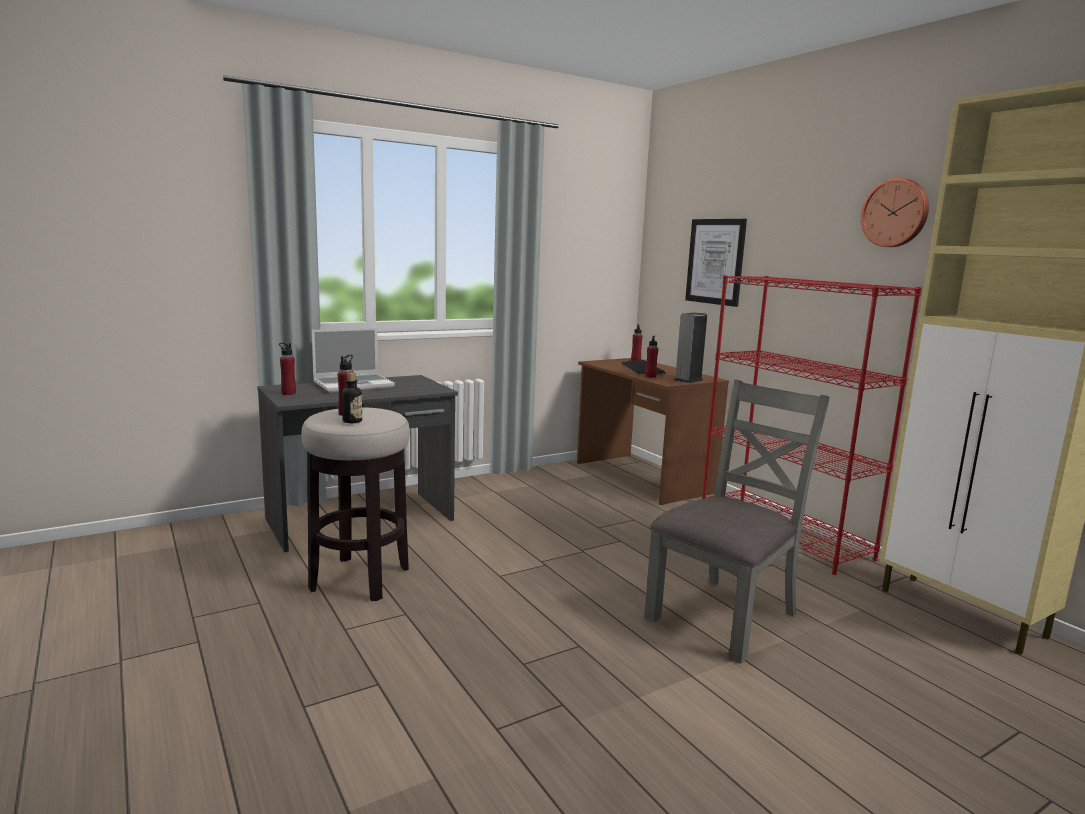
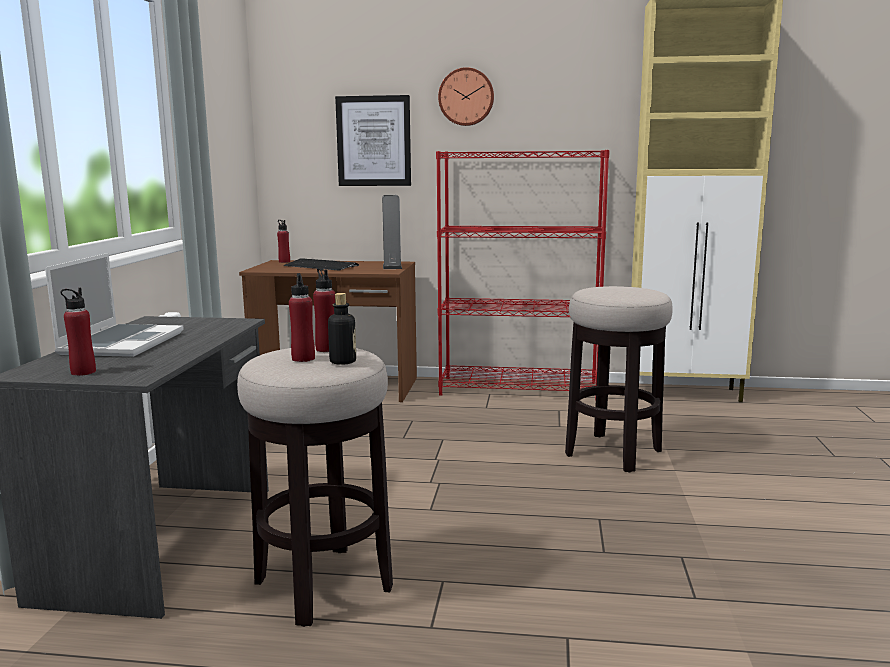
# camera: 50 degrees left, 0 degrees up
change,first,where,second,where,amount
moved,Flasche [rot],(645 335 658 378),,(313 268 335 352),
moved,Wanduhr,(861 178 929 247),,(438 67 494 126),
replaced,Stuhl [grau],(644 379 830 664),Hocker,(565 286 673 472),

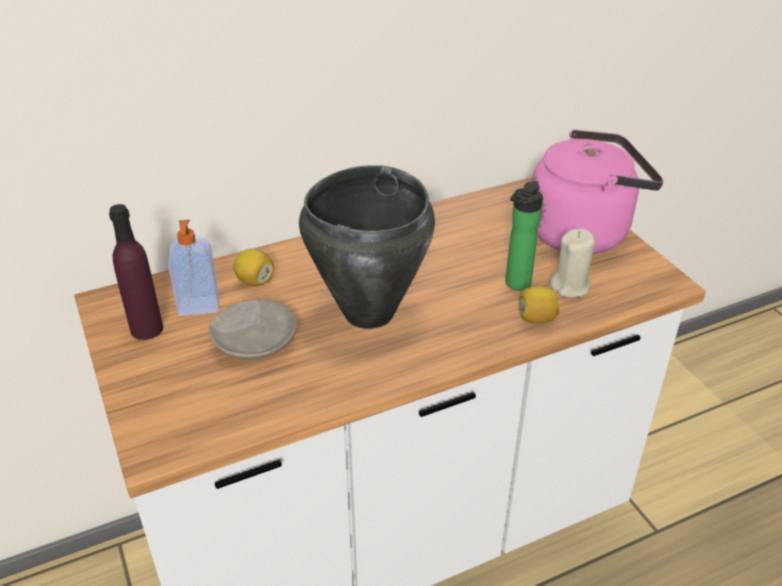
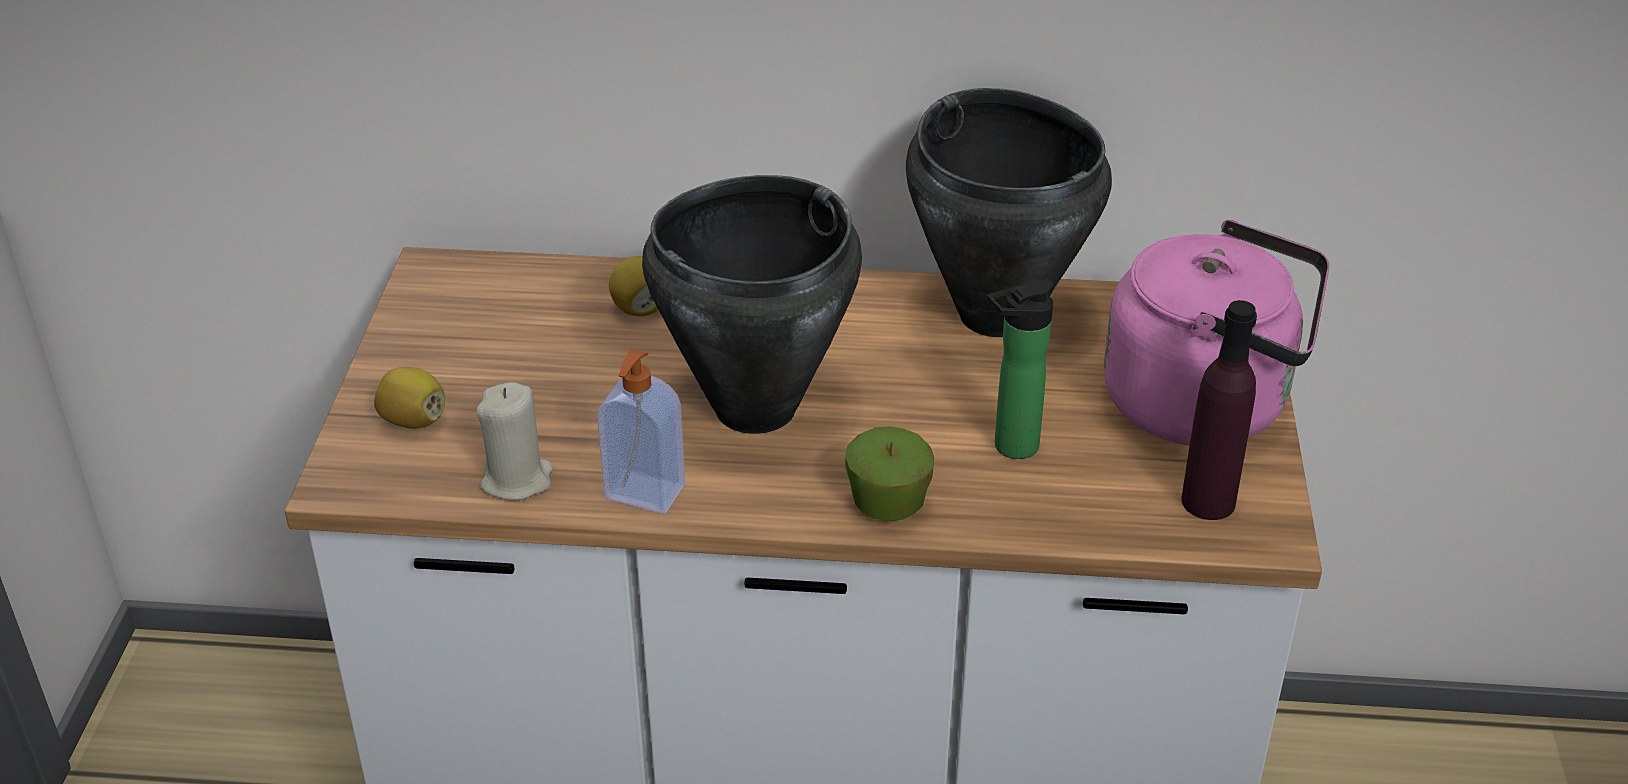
# camera: 30 degrees right, 0 degrees up
change,first,where,second,where,amount
removed,Teller [beige],(209 299 297 359),,,
added,,,Apfel,(845 426 934 521),
added,,,Kochtopf [schwarz],(906 88 1112 337),
moved,Flasche [lila],(109 204 163 340),,(1181 300 1257 520),
moved,Seifenspender,(168 220 219 316),,(597 349 685 514),
moved,Zitrone,(519 286 559 324),,(374 367 445 429),
moved,Kerze [beige],(549 229 595 297),,(476 382 553 500),

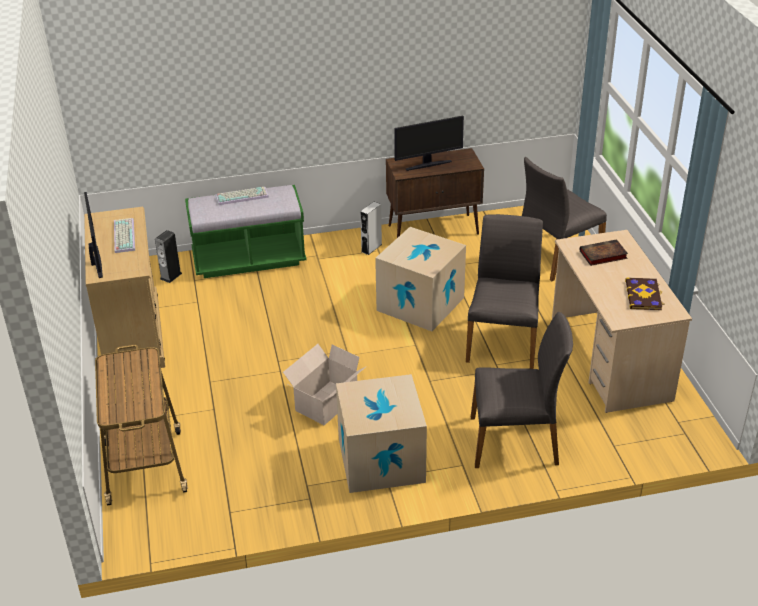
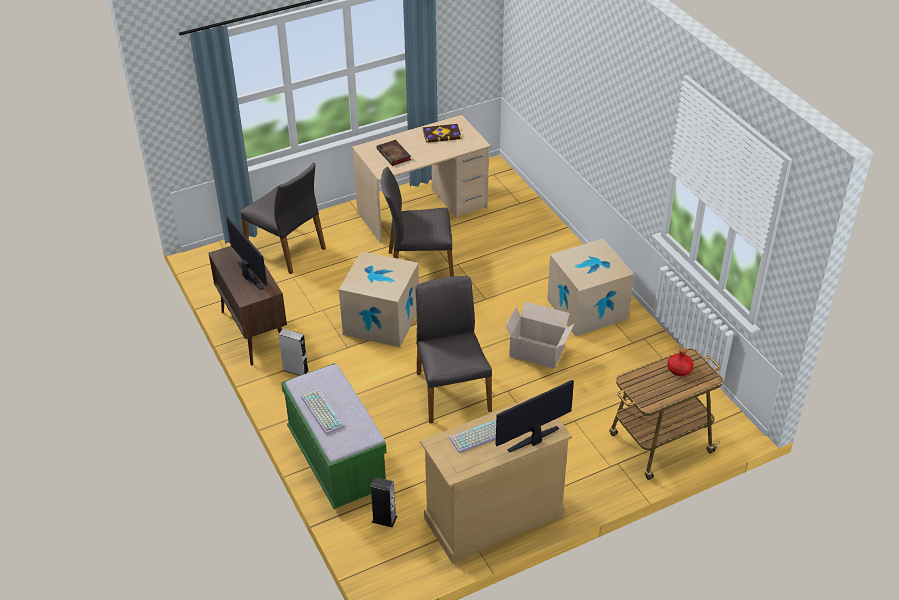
# camera: 105 degrees left, 5 degrees up
change,first,where,second,where,amount
added,,,Flasche [rot],(667 347 694 376),
moved,Stuhl [grau],(471 312 573 468),,(415 276 492 423),

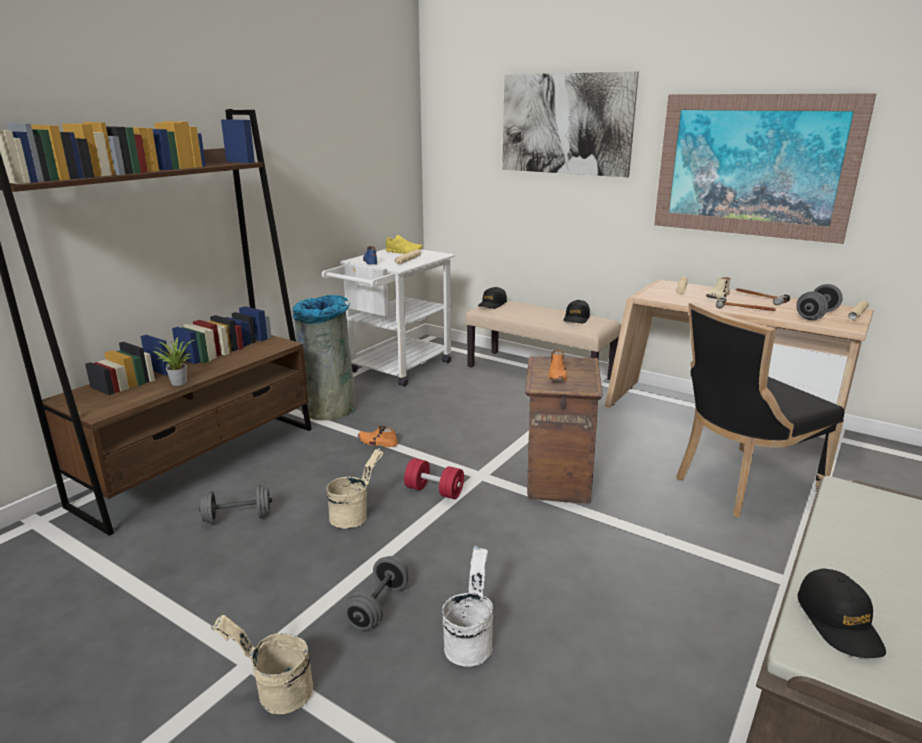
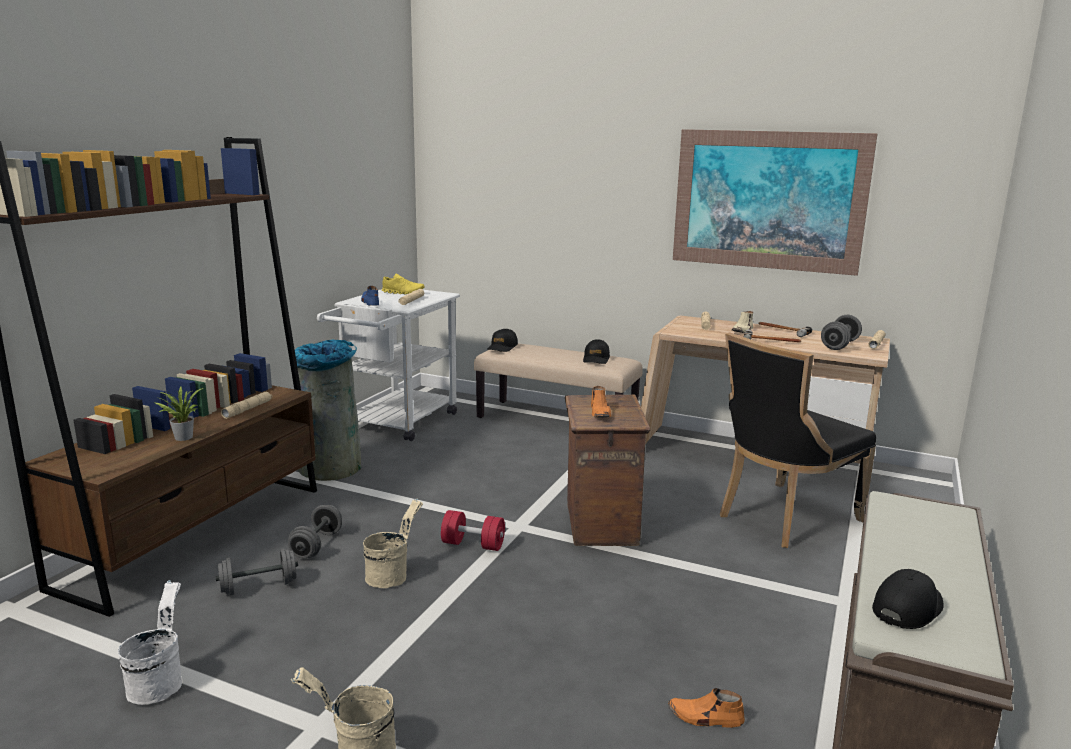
# camera: 10 degrees left, 5 degrees down
change,first,where,second,where,amount
removed,Bild,(502 71 639 177),,,
added,,,Taschenlampe [beige],(221 392 272 419),
moved,Hantel [grau],(345 556 408 630),,(288 505 342 558),
moved,Schuh [orange],(358 426 398 447),,(668 688 745 728),
moved,Eimer [weiß],(442 546 493 667),,(118 580 182 705),
turned,Kappe [schwarz],(798 568 886 658),,(872 569 944 629),120 degrees counterclockwise

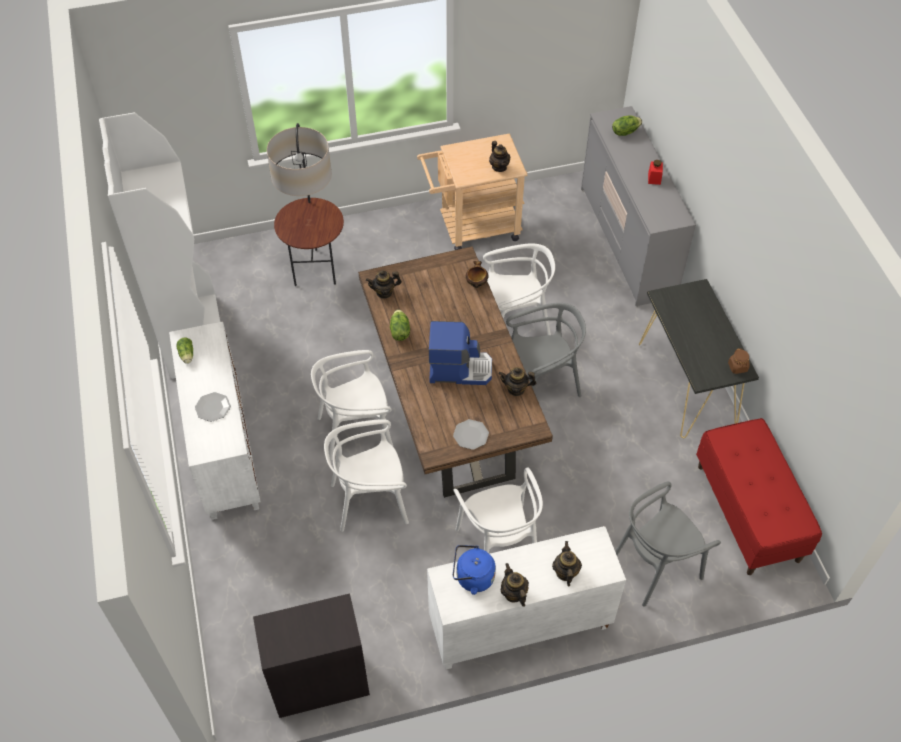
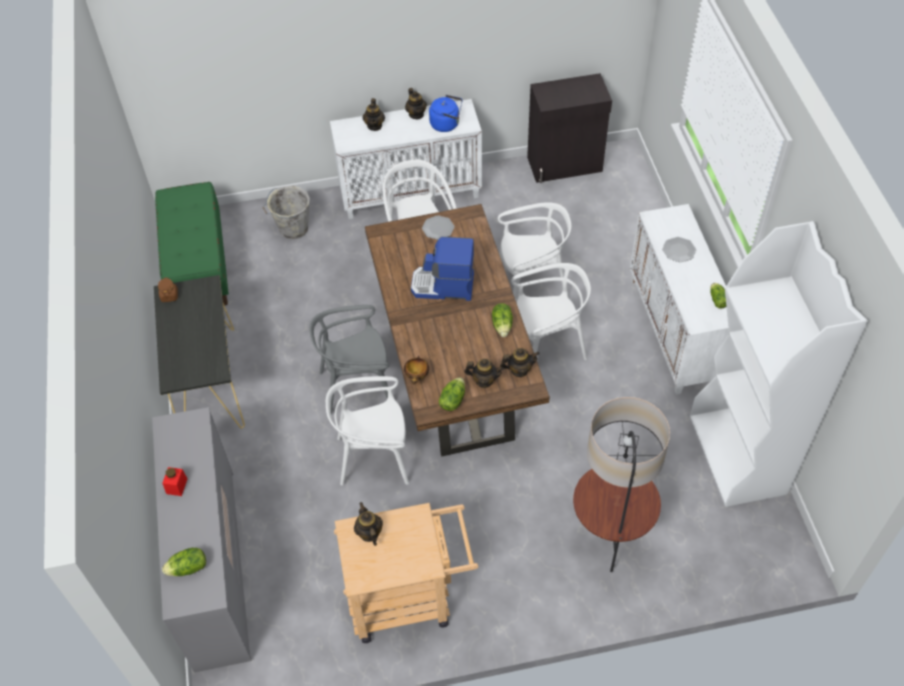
# camera: 175 degrees left, 0 degrees up
change,first,where,second,where,amount
added,,,Salatkopf,(439 377 465 411),
moved,Teekanne,(499 367 536 396),,(464 359 504 388),
replaced,Stuhl [grau],(615 482 721 607),Eimer [grau],(263 186 310 239),
recoloured,Bank [rot],(696 418 822 575),Bank [grün],(155 182 229 305),

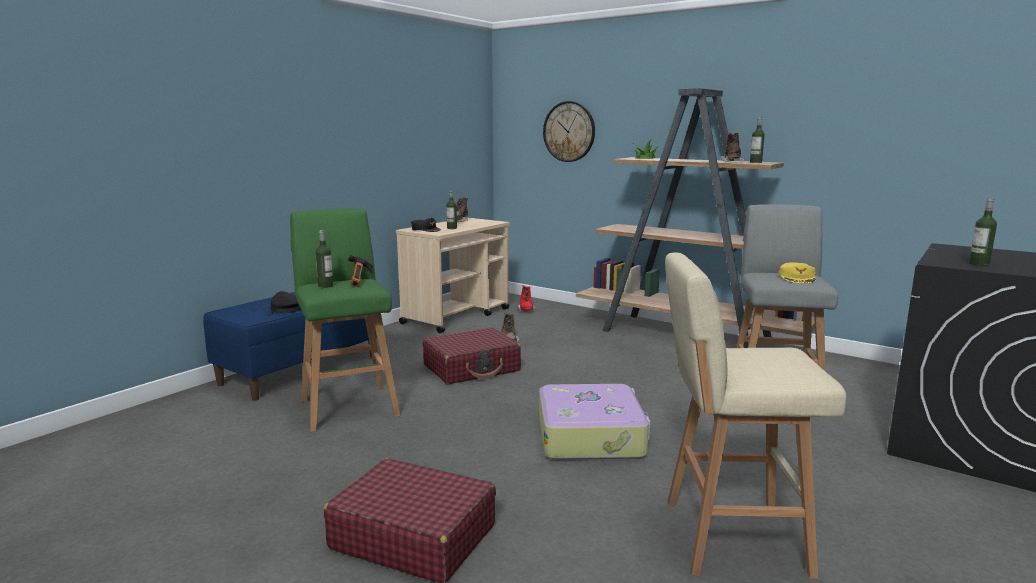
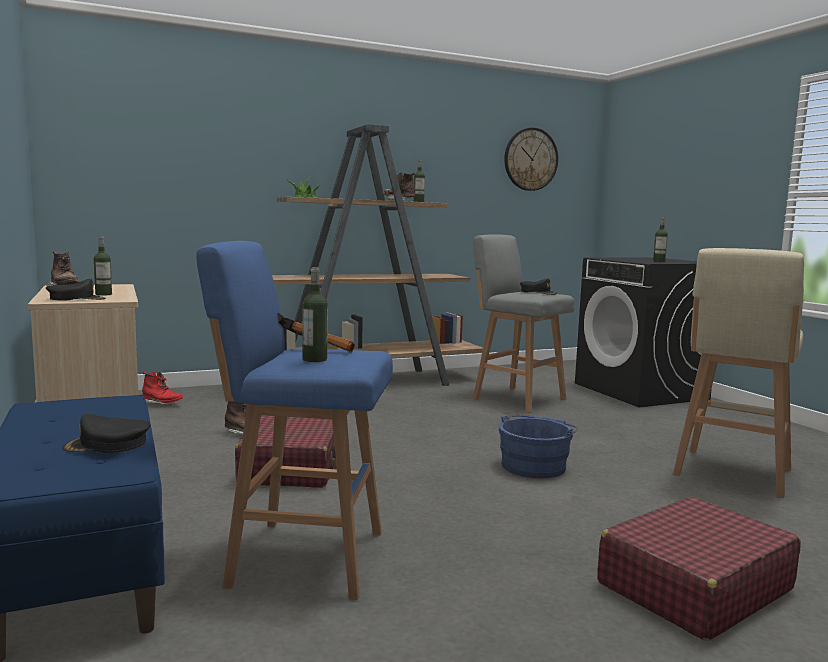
# camera: 60 degrees left, 5 degrees down
change,first,where,second,where,amount
moved,Wanduhr,(543 101 595 162),,(504 128 558 191),
replaced,Koffer,(539 384 651 460),Eimer [blau],(499 414 578 478),
recoloured,Hocker [grün],(290 208 401 432),Hocker [blau],(196 241 393 600),
recoloured,Kappe [gelb],(778 262 816 284),Kappe [schwarz],(520 278 557 295),

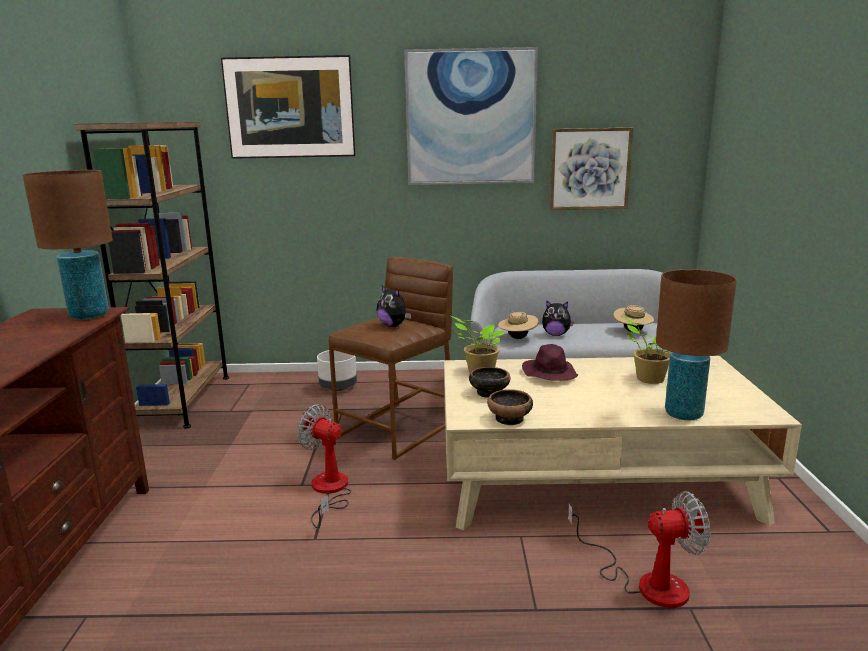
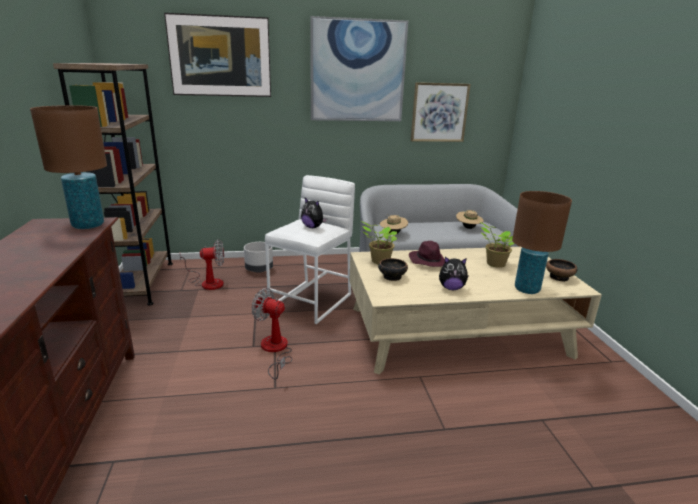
# camera: 10 degrees left, 5 degrees up
change,first,where,second,where,amount
moved,Schüssel,(487 389 533 425),,(546 259 578 282),
moved,Plüschtier,(542 300 574 336),,(439 256 469 290),
moved,Ventilator,(568 491 711 608),,(179 239 224 290),
recoloured,Hocker [braun],(329 257 453 460),Hocker [weiß],(265 175 355 324),

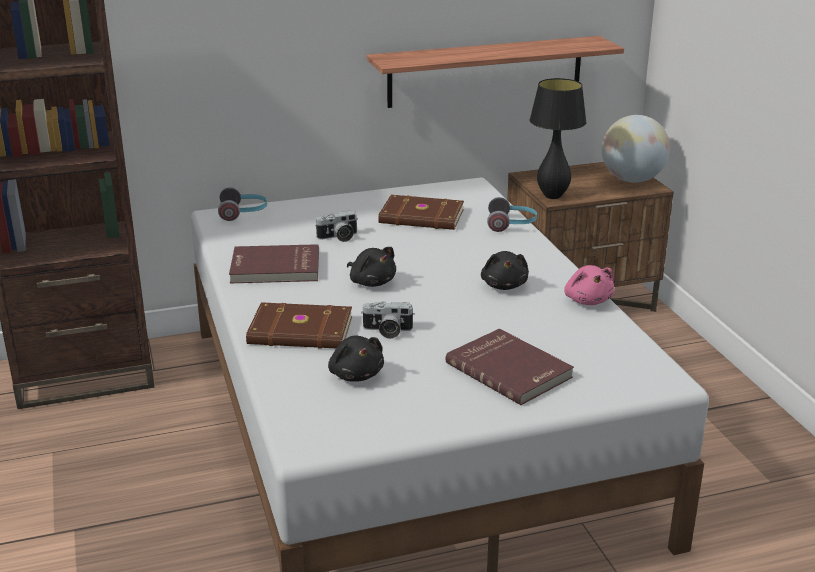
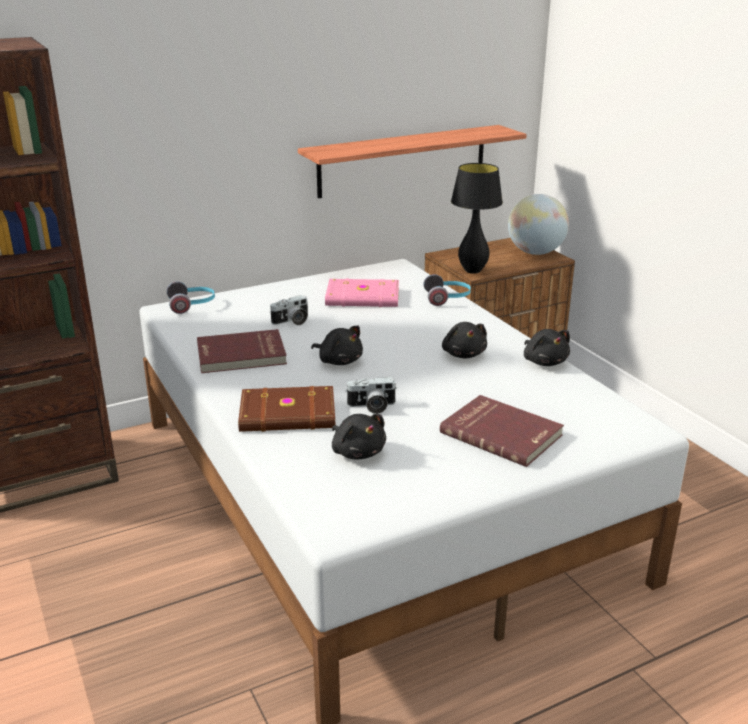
# camera: 10 degrees left, 0 degrees up
change,first,where,second,where,amount
recoloured,Buch [braun],(378 195 464 230),Buch [rosa],(325 279 399 307),
recoloured,Plüschtier [rosa],(564 265 614 305),Plüschtier [schwarz],(524 329 570 366),

